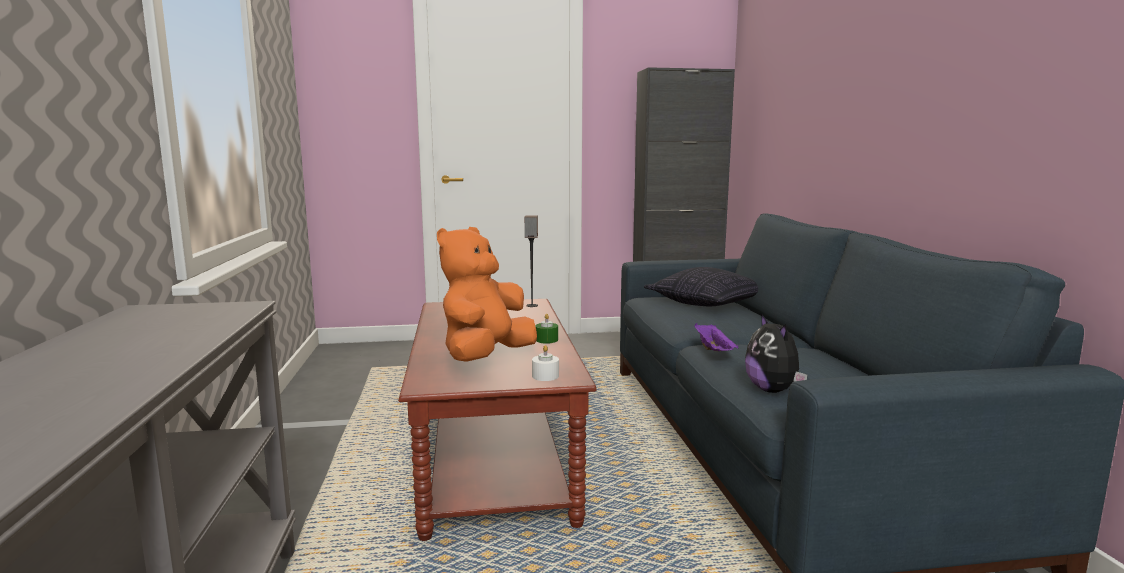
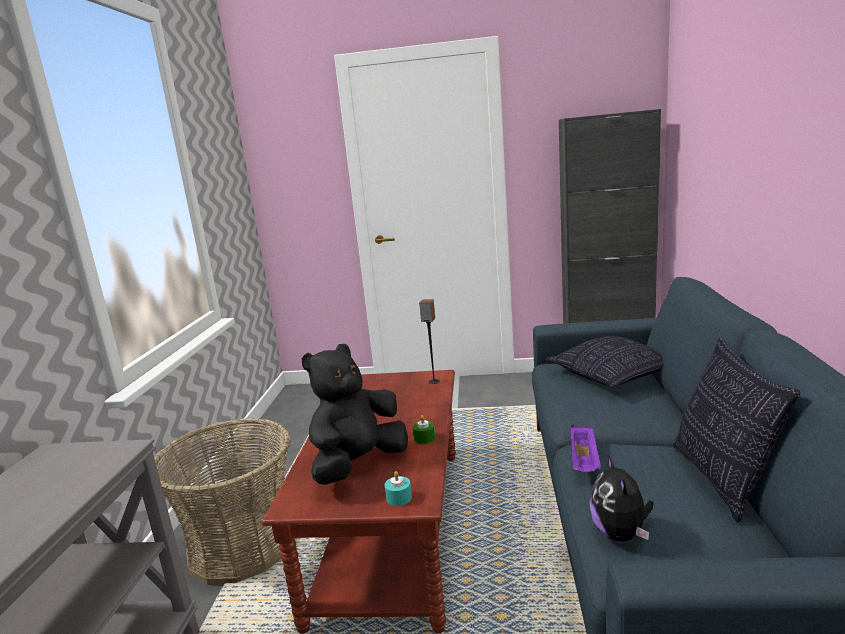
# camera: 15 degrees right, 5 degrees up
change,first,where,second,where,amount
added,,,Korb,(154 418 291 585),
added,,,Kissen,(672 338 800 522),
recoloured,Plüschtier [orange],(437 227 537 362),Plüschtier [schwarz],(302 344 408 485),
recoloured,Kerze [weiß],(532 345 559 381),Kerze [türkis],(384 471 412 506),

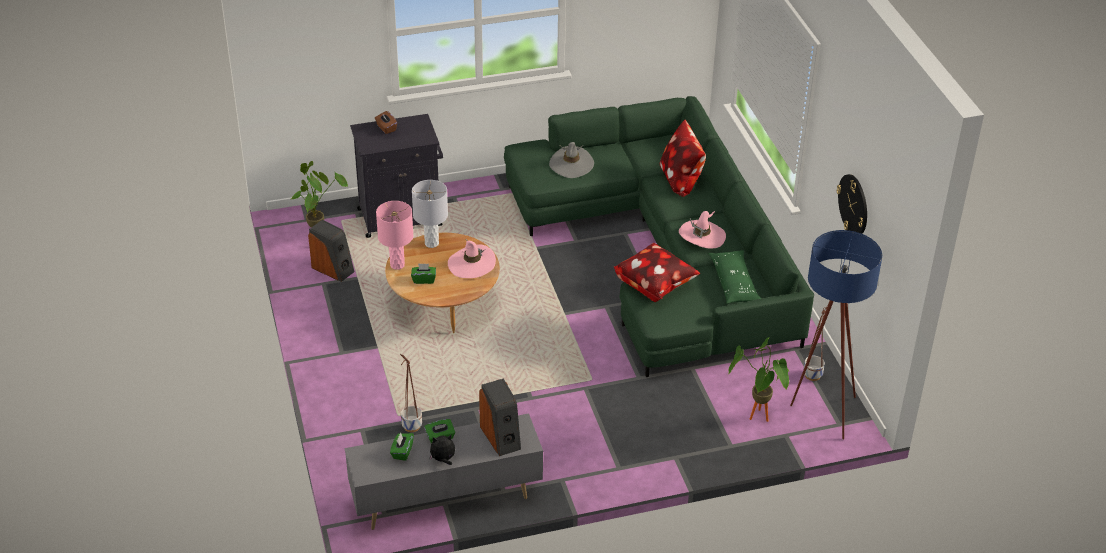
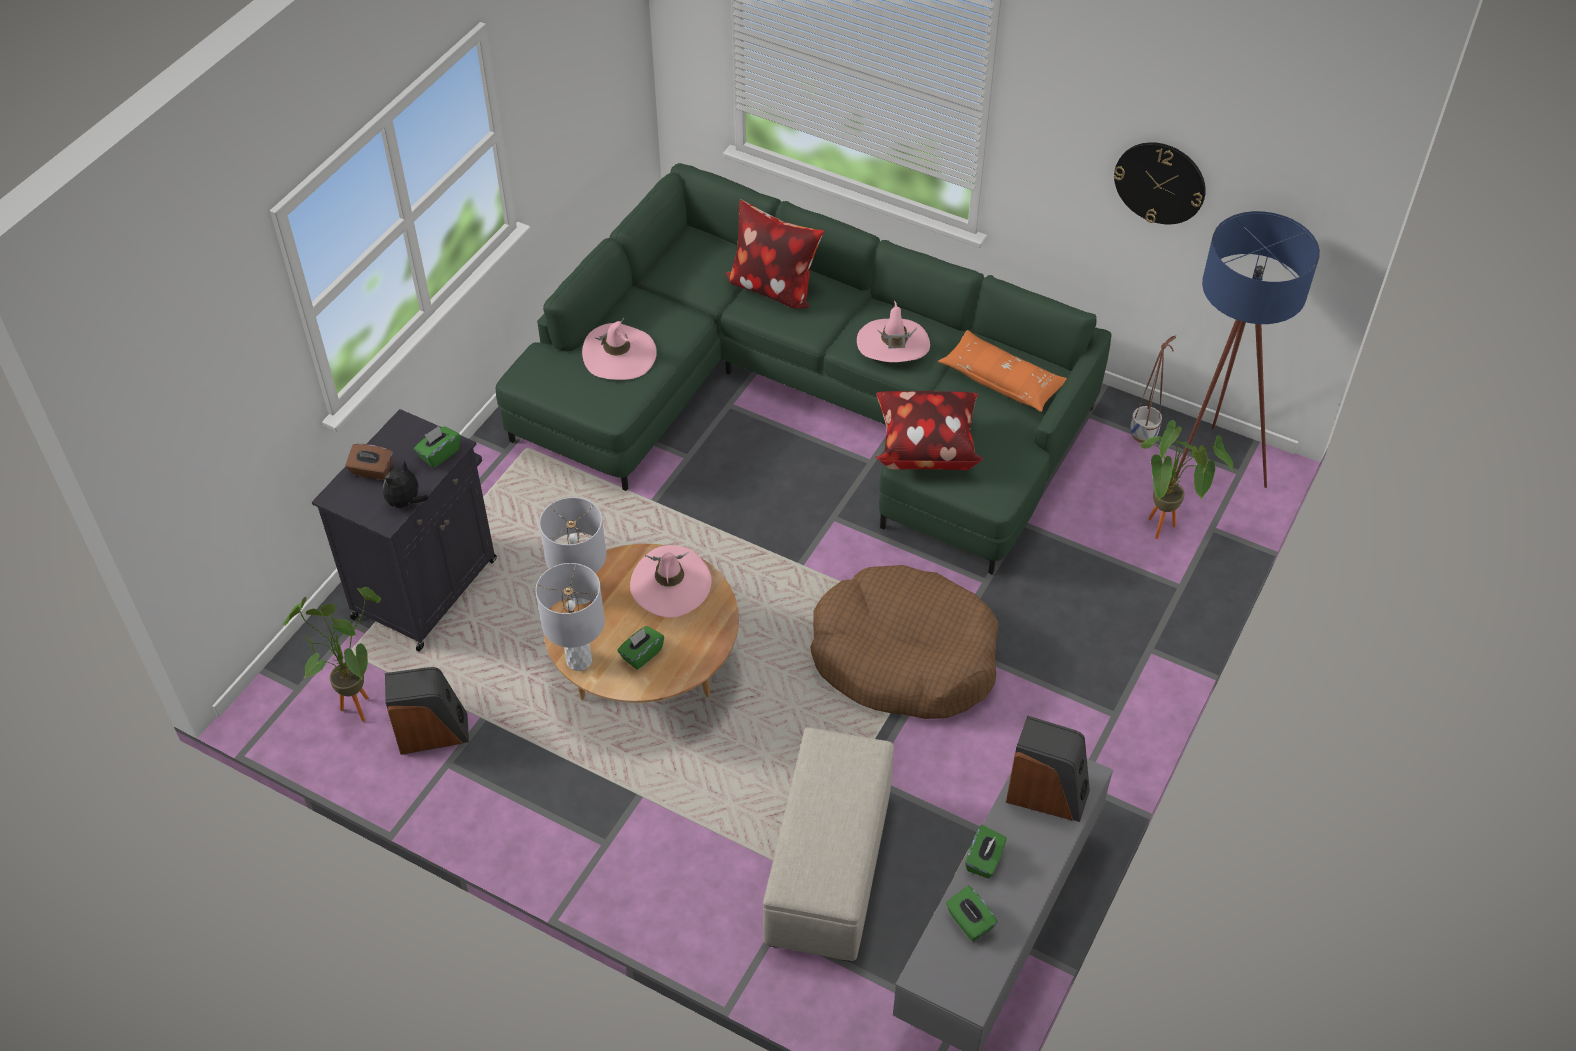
# camera: 45 degrees left, 10 degrees up
change,first,where,second,where,amount
added,,,Taschentuchbox [grün],(414 426 460 468),
added,,,Hundebett [braun],(810 565 998 719),
moved,Plüschtier,(429 435 455 465),,(383 460 428 512),
replaced,Pflanzkübel,(400 354 422 432),Polsterhocker [beige],(763 727 894 962),
recoloured,Tischlampe [rosa],(376 201 413 270),Tischlampe [grau],(536 563 605 671),
recoloured,Hut [grau],(549 142 594 178),Hut [rosa],(582 318 657 380),
recoloured,Kissen [grün],(708 250 761 304),Kissen [orange],(938 330 1067 412),

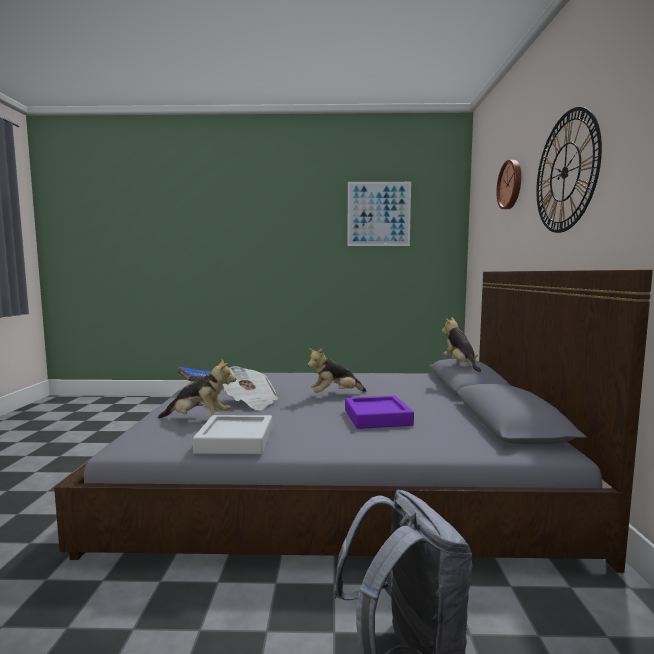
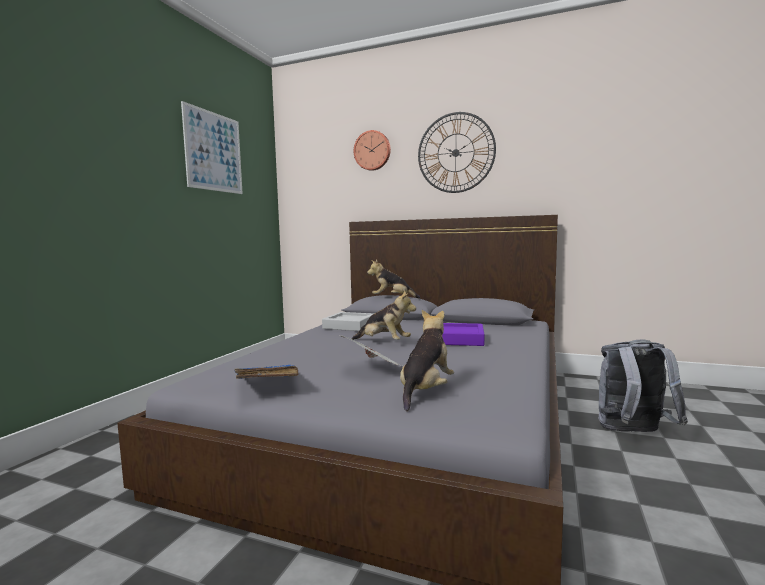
# camera: 70 degrees left, 0 degrees up
change,first,where,second,where,amount
moved,Tablett [grau],(193 415 272 454),,(322 312 374 331),
turned,Plüschtier,(307 348 366 393),,(352 290 416 340),60 degrees counterclockwise

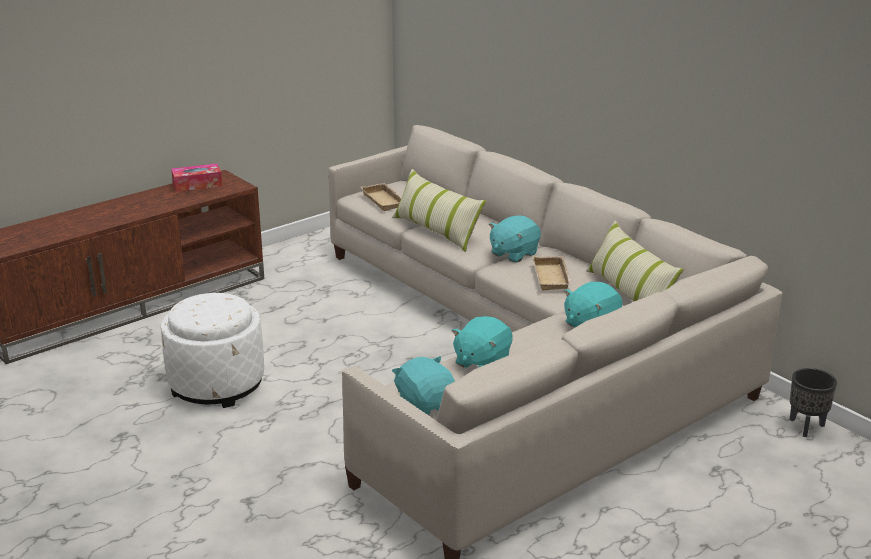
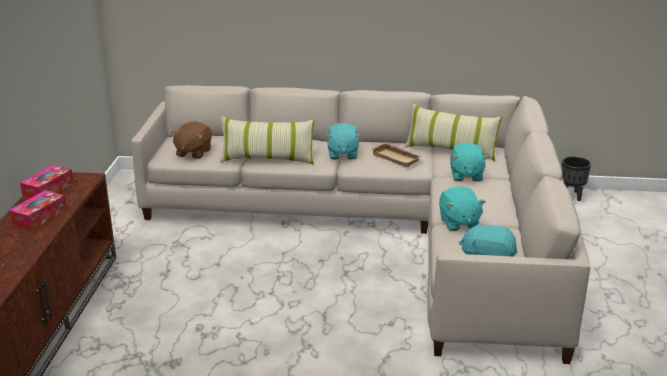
# camera: 45 degrees left, 0 degrees up
change,first,where,second,where,amount
removed,Polsterhocker [weiß],(161 293 264 408),,,
added,,,Taschentuchbox,(9 190 67 231),
replaced,Tablett [beige],(361 183 402 211),Plüschtier [braun],(171 121 212 159),

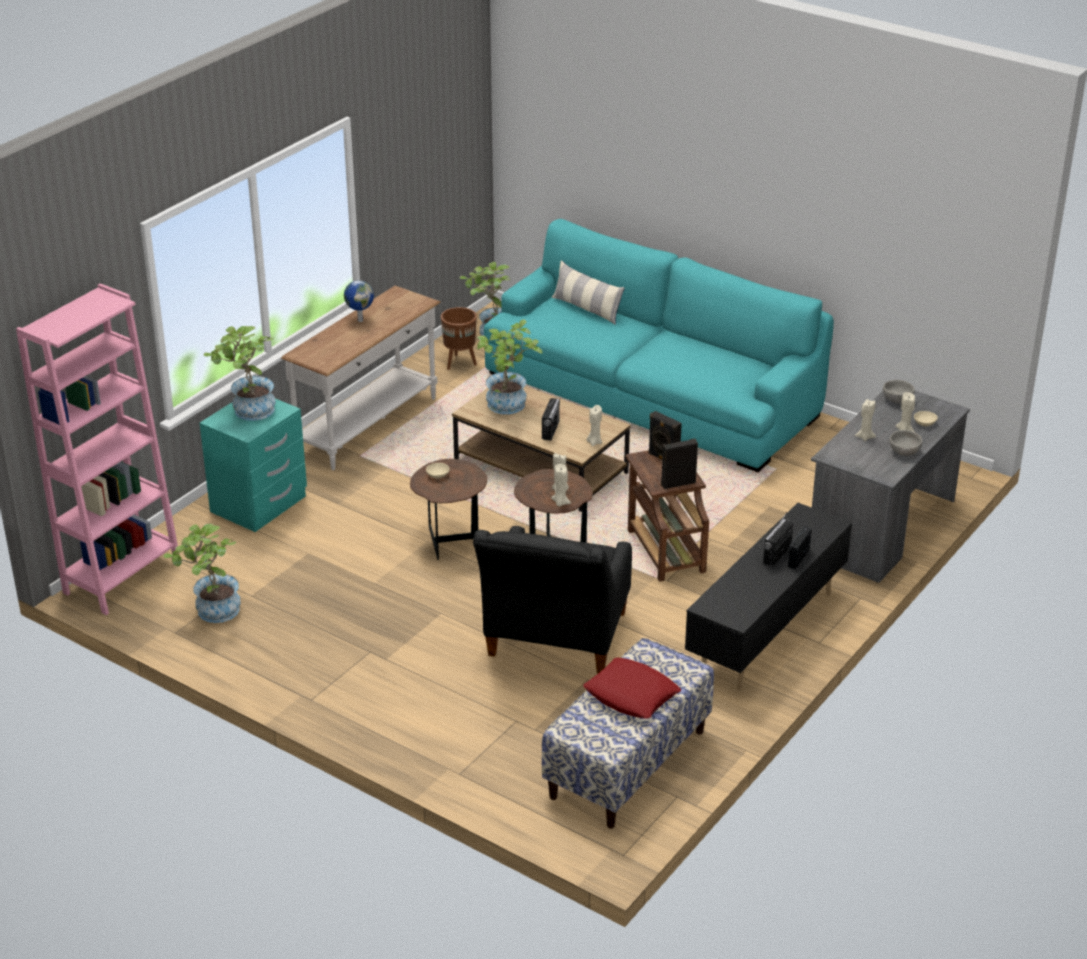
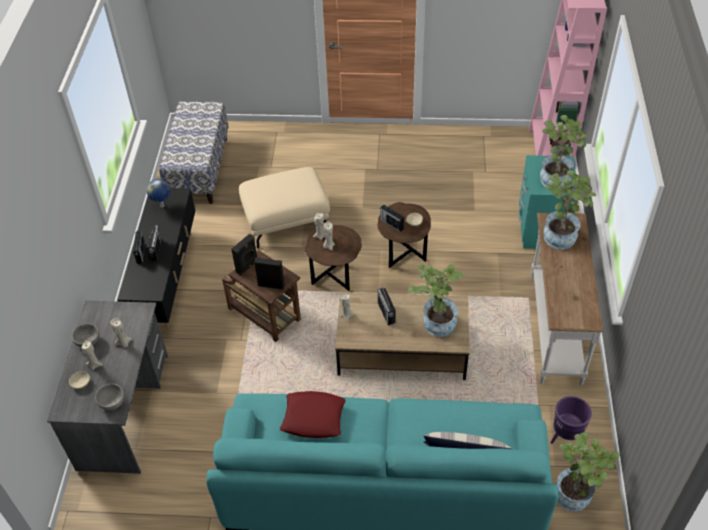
# camera: 150 degrees right, 15 degrees up
change,first,where,second,where,amount
added,,,Radio,(380 205 404 232),
moved,Topfpflanze,(163 524 241 623),,(543 170 596 249),
moved,Globus,(344 280 374 322),,(146 179 170 208),
moved,Kissen [rot],(583 658 681 719),,(280 391 346 438),
replaced,Sessel [schwarz],(473 526 632 673),Polsterhocker [beige],(239 167 330 248),
recoloured,Pflanzkübel [braun],(441 307 477 370),Pflanzkübel [lila],(550 396 592 444),

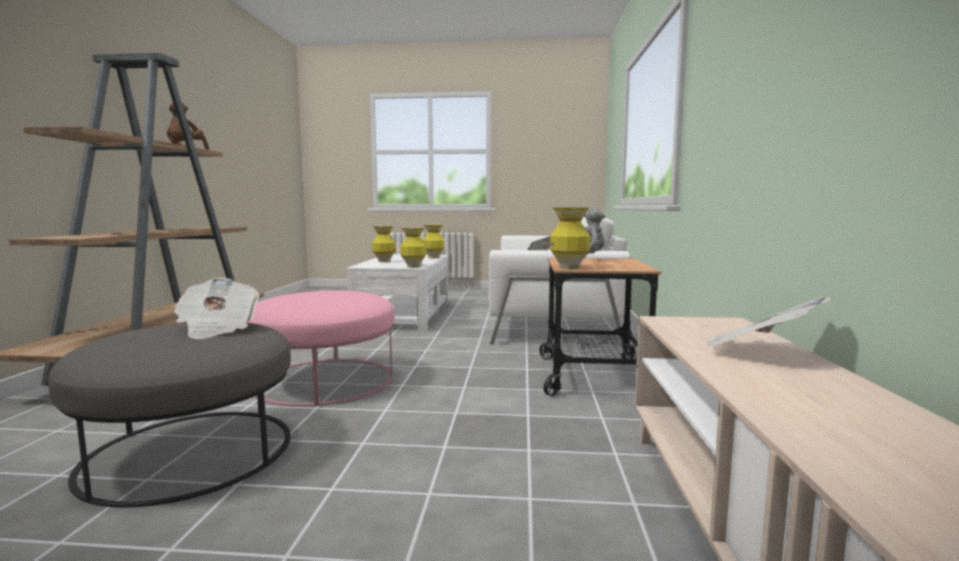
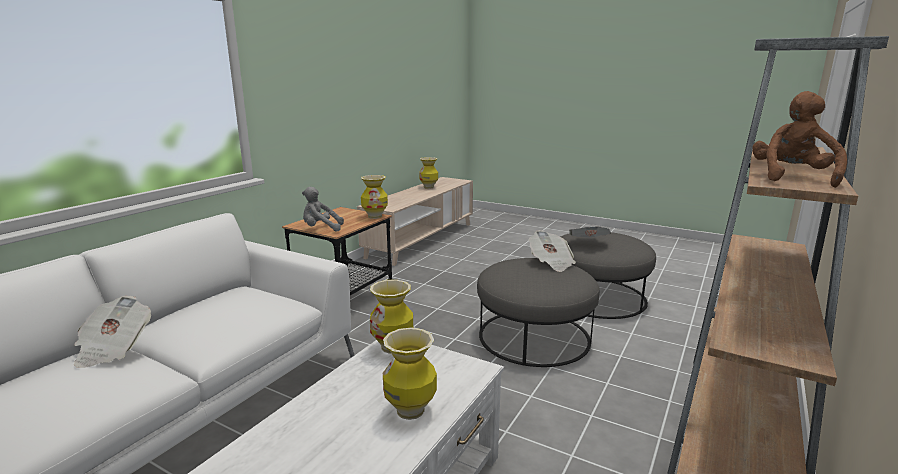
# camera: 155 degrees left, 10 degrees up
change,first,where,second,where,amount
moved,Vase,(423 224 444 258),,(419 157 438 189),
moved,Zeitung,(706 297 831 347),,(529 230 576 272),
recoloured,Polsterhocker [rosa],(246 290 394 406),Polsterhocker [grau],(477 258 600 367),

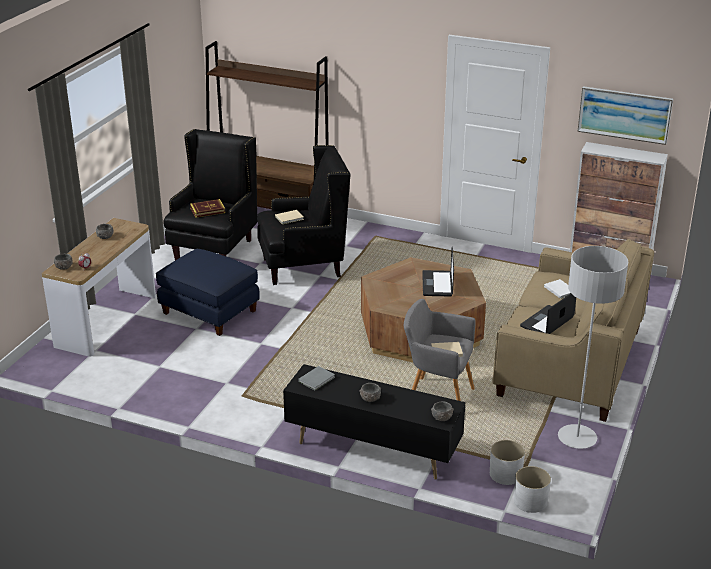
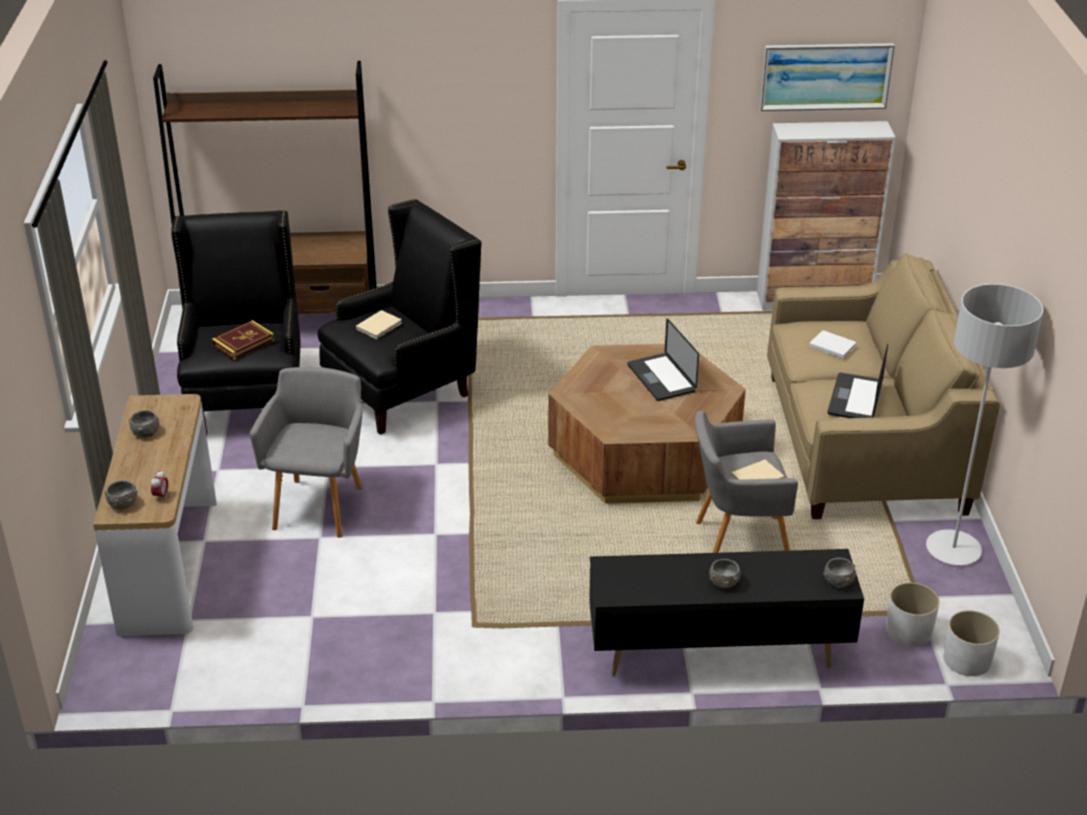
# camera: 25 degrees left, 5 degrees up
change,first,where,second,where,amount
removed,Buch [grau],(298 366 335 391),,,
replaced,Polsterhocker [blau],(156 249 260 336),Sessel [grau],(250 367 362 538),

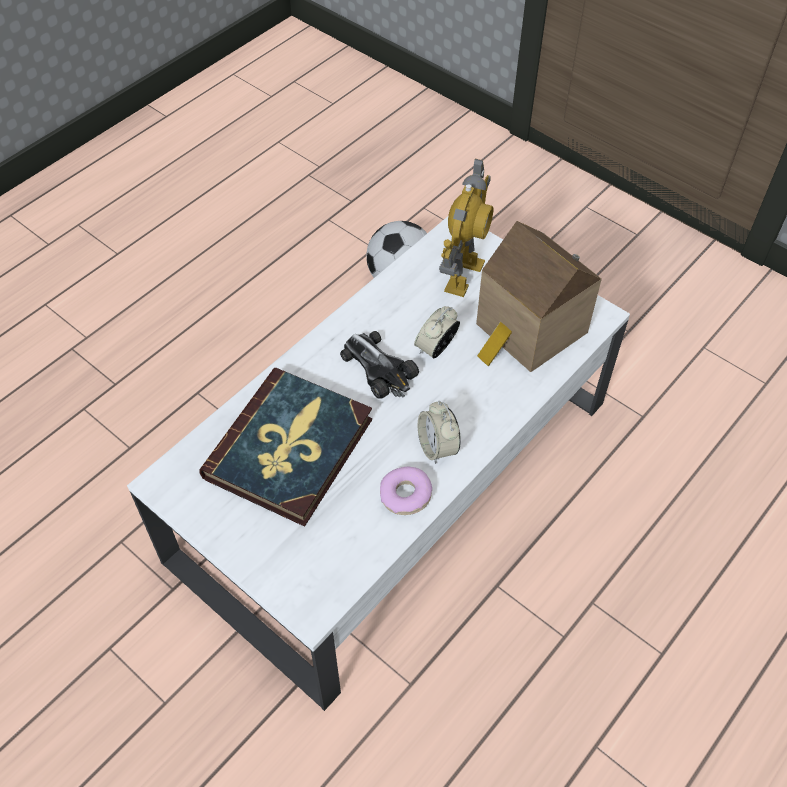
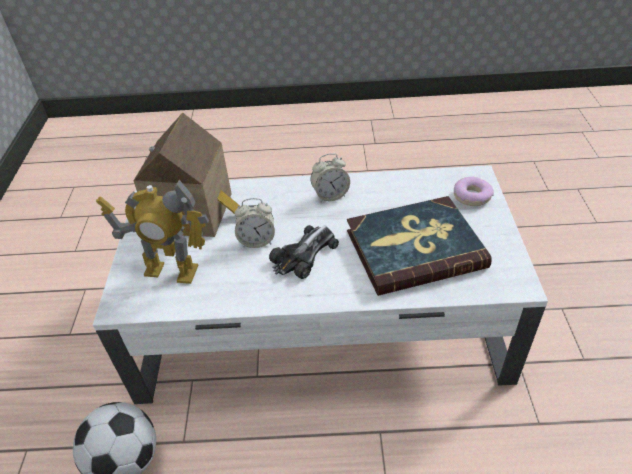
# camera: 130 degrees left, 10 degrees down
change,first,where,second,where,amount
moved,Donut,(380 467 432 515),,(454 177 494 206),
turned,Spielzeugauto,(340 331 419 399),,(269 225 339 279),150 degrees counterclockwise
turned,Wecker,(418 401 461 464),,(311 153 350 202),45 degrees clockwise
turned,Spielzeugroboter,(439 159 493 297),,(96 180 209 284),150 degrees counterclockwise

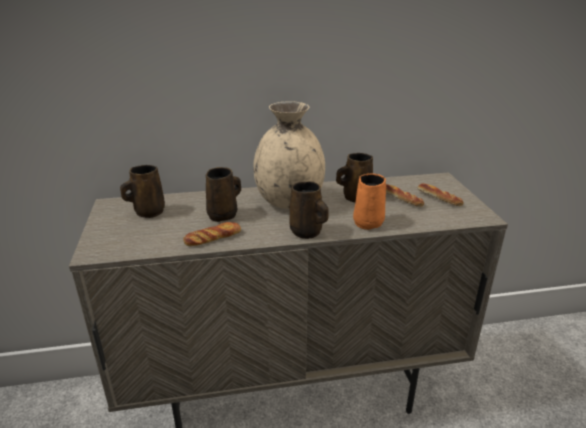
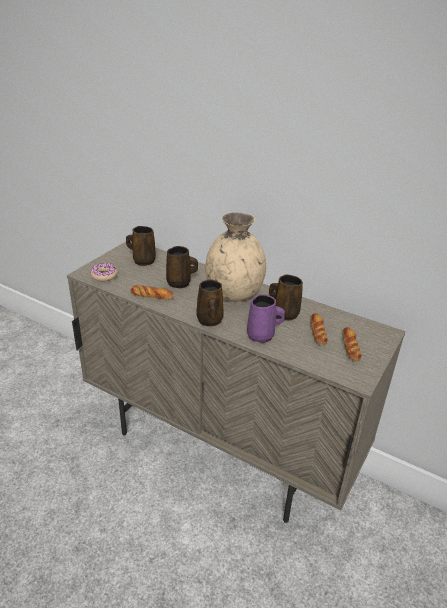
# camera: 40 degrees right, 5 degrees up
change,first,where,second,where,amount
added,,,Donut,(91 263 118 281),
recoloured,Henkelbecher [orange],(353 173 386 230),Henkelbecher [lila],(247 294 285 343),

